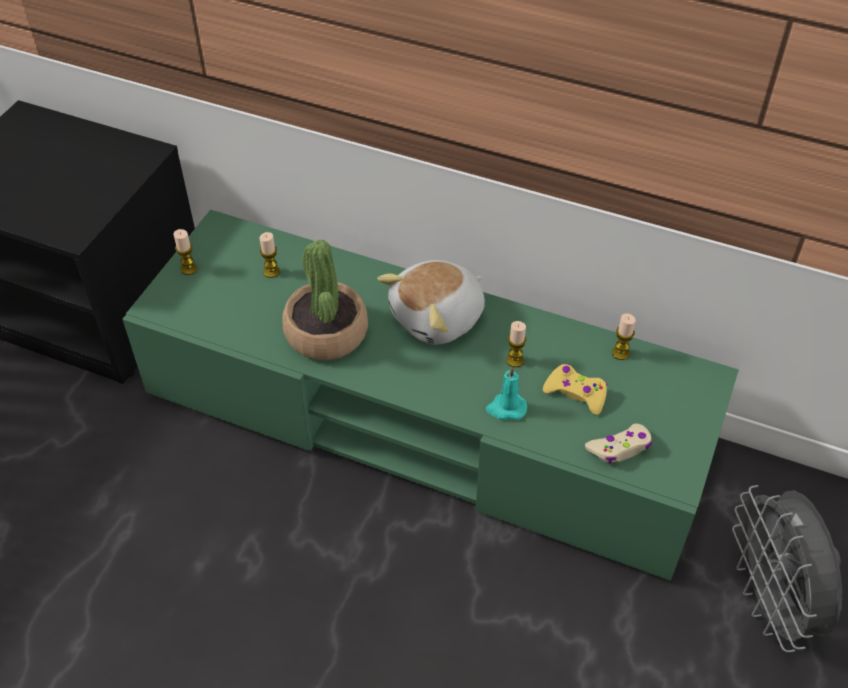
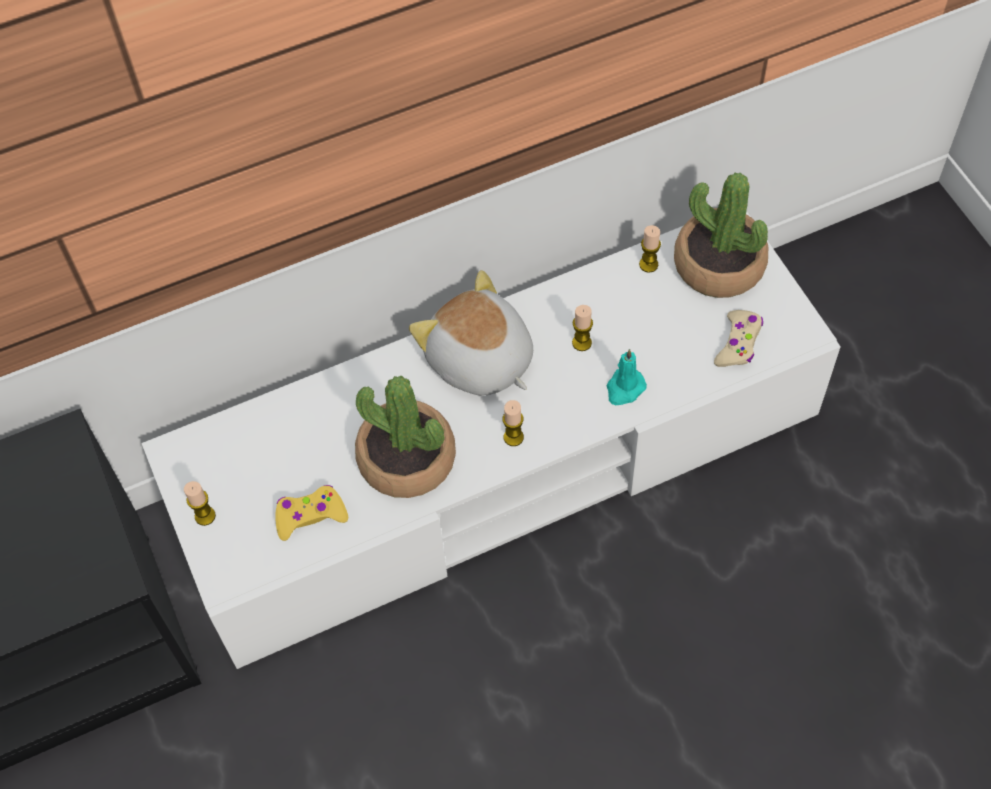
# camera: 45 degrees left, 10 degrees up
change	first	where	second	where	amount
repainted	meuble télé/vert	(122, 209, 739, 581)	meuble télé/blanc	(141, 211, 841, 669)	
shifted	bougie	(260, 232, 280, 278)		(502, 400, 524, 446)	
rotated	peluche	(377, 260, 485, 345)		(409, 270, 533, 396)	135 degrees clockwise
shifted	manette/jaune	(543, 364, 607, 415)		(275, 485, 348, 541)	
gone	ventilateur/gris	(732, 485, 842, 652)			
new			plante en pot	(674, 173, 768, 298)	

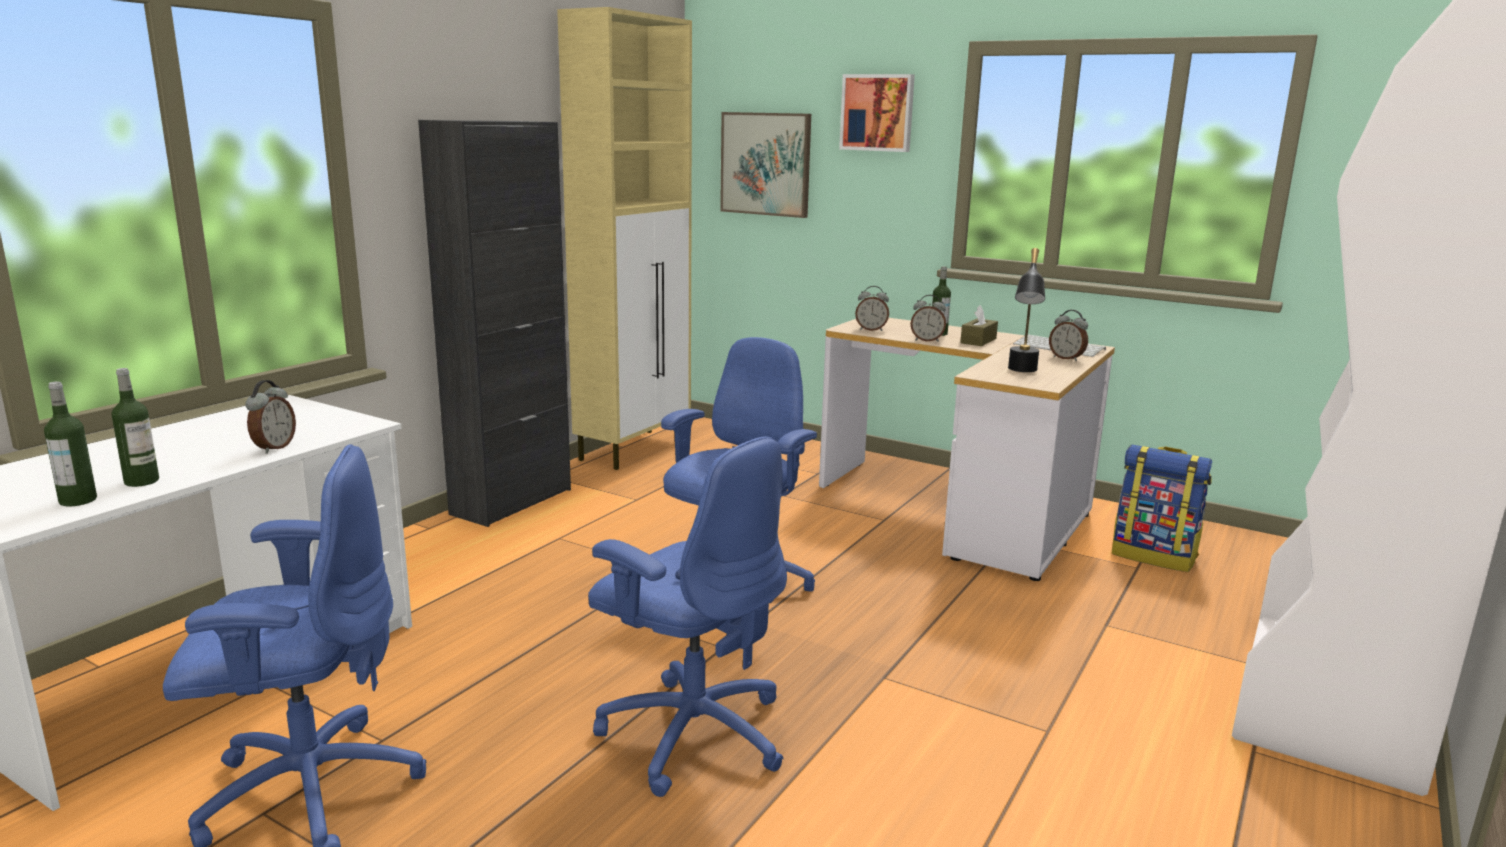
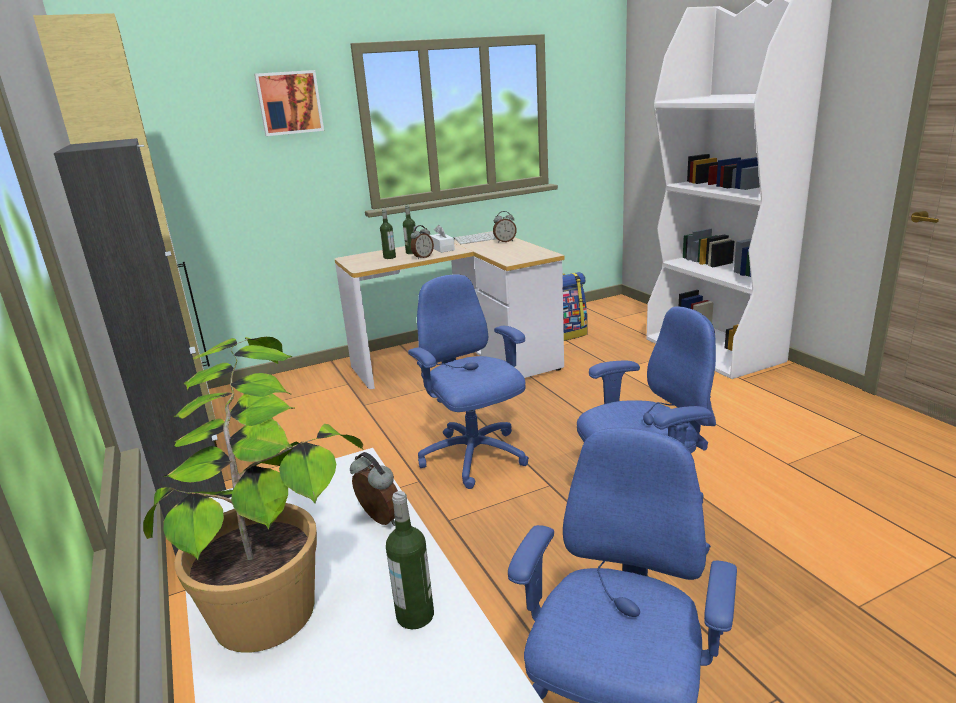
# camera: 55 degrees left, 5 degrees up
change	first	where	second	where	amount
gone	tableau	(720, 112, 811, 218)			
gone	lampe de table/noir	(1008, 248, 1045, 372)			
gone	réveil	(855, 286, 889, 331)			
repainted	boîte à mouchoirs/marron	(960, 305, 998, 346)	boîte à mouchoirs/blanc	(430, 225, 455, 253)	
shifted	bouteille	(44, 381, 97, 506)		(380, 209, 396, 259)	
new			plante en pot	(143, 337, 364, 653)	

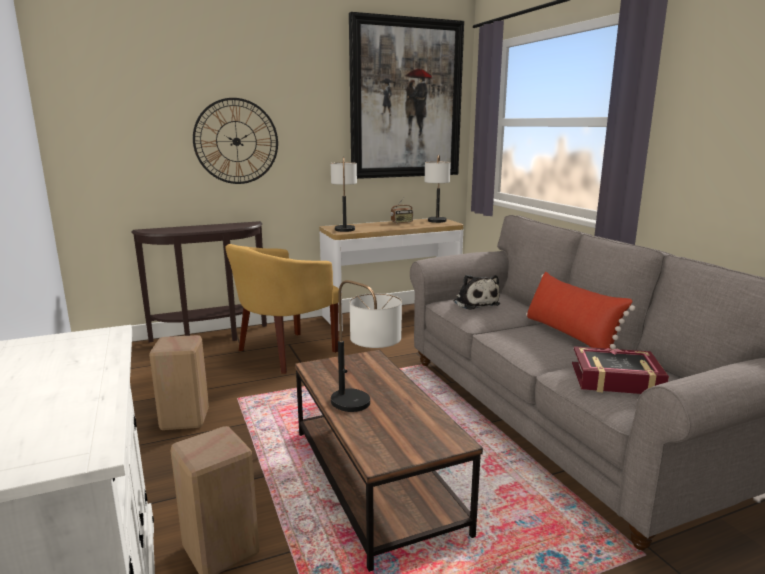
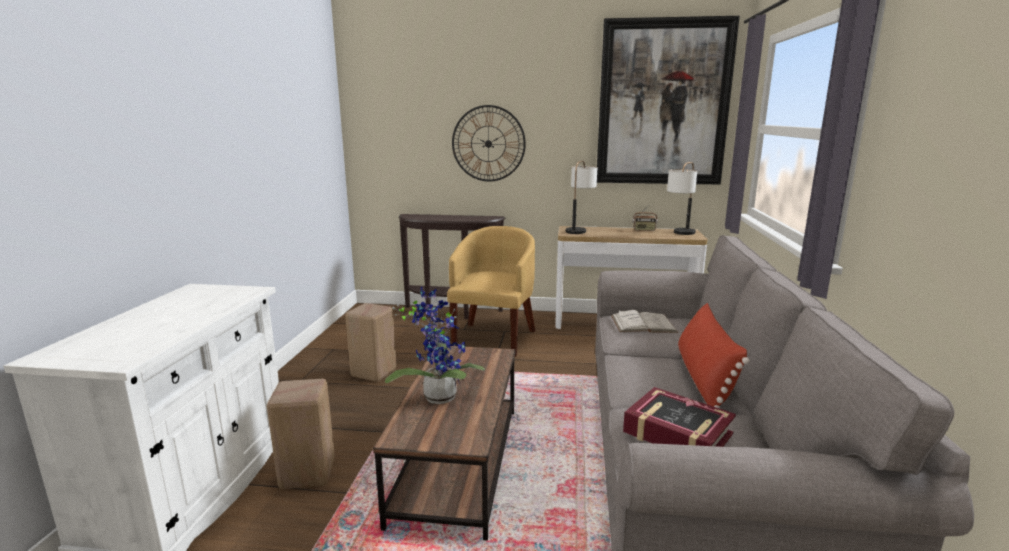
# camera: 30 degrees right, 0 degrees up
change	first	where	second	where	amount
rotated	fauteuil/jaune	(225, 244, 342, 374)		(447, 226, 535, 357)	120 degrees clockwise
swapped	peluche	(454, 275, 500, 310)	livre/blanc	(611, 310, 678, 333)	
swapped	lampe de table	(331, 280, 402, 412)	plante en pot	(385, 287, 485, 404)	

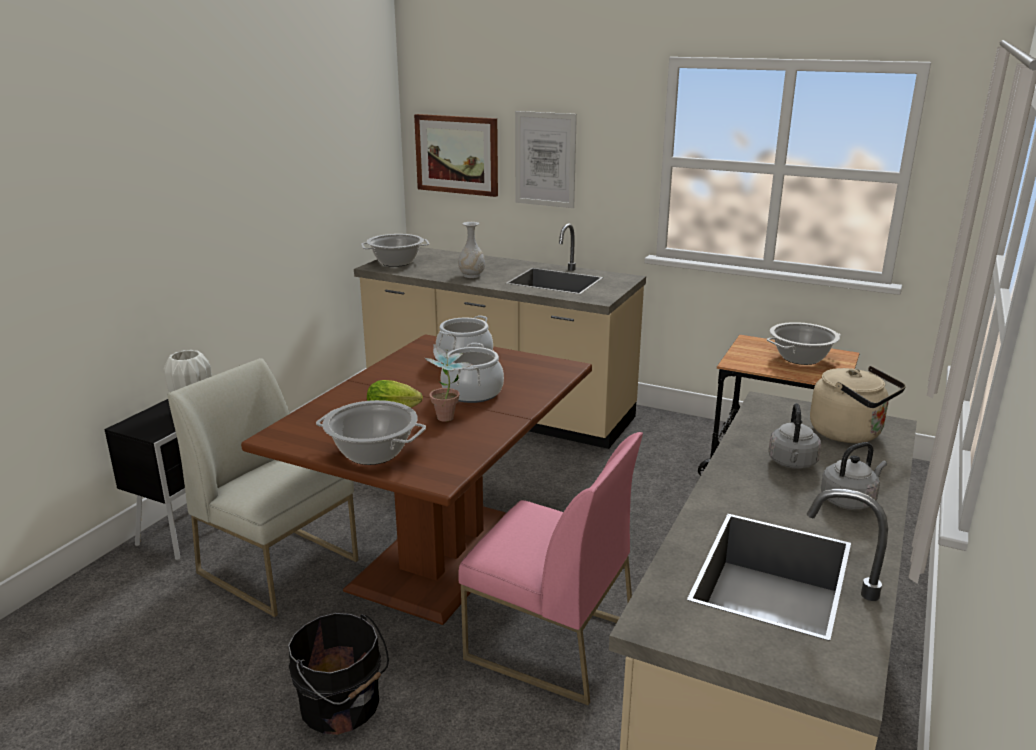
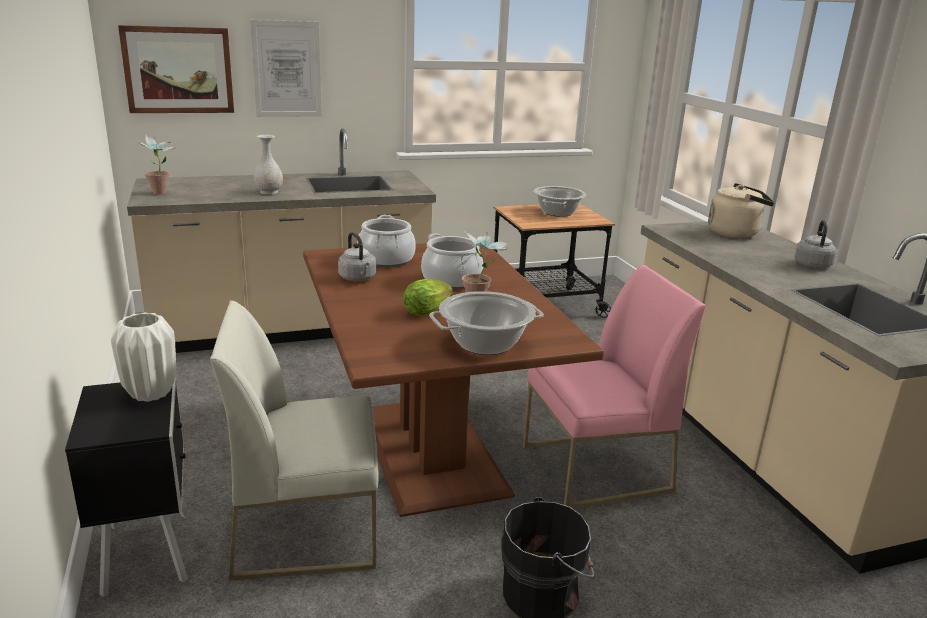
# camera: 45 degrees left, 0 degrees up
change	first	where	second	where	amount
swapped	marmite	(361, 234, 429, 267)	plante en pot	(139, 135, 175, 195)	
shifted	bouilloire/gris	(768, 403, 821, 469)		(338, 232, 376, 281)	

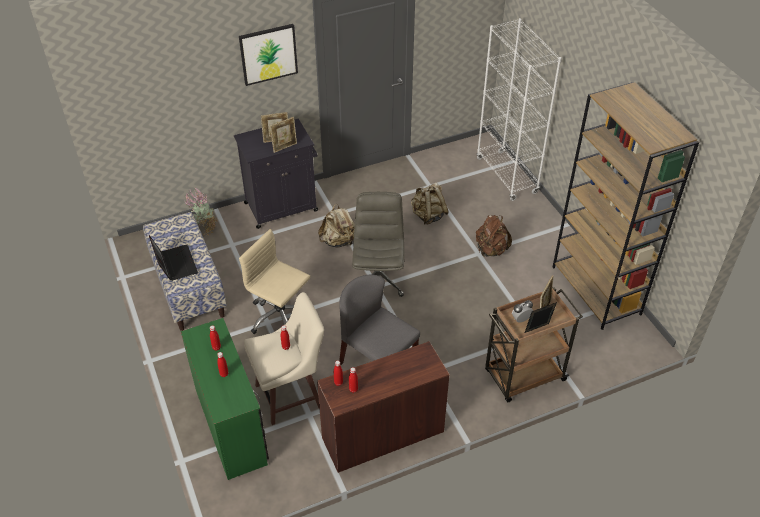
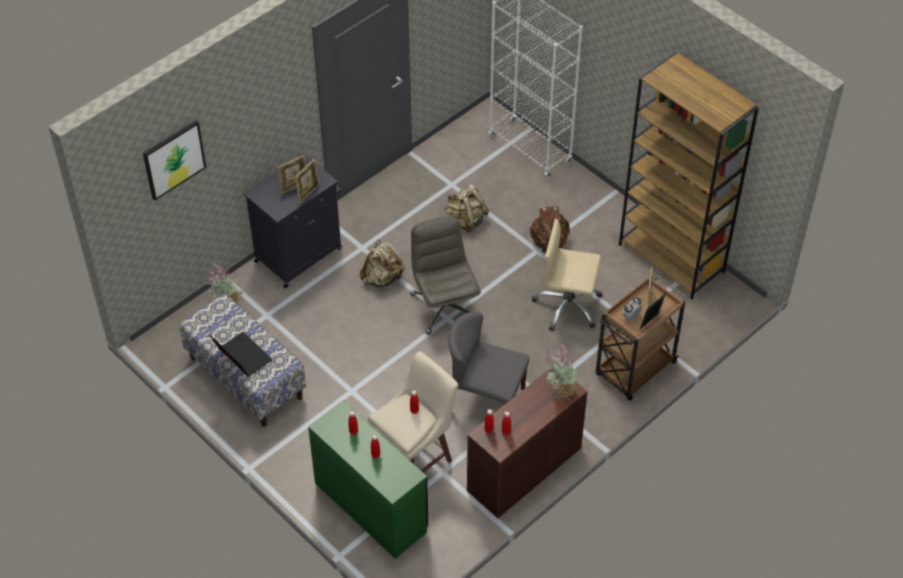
# camera: 20 degrees left, 5 degrees up
change	first	where	second	where	amount
shifted	tableau	(239, 24, 298, 86)		(143, 120, 206, 200)	
shifted	chaise de bureau/beige	(239, 229, 310, 334)		(532, 219, 602, 331)	
new			plante en pot	(544, 342, 579, 402)	

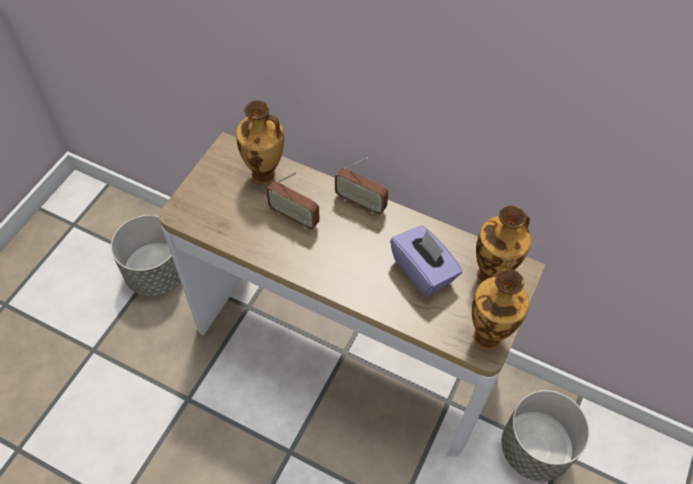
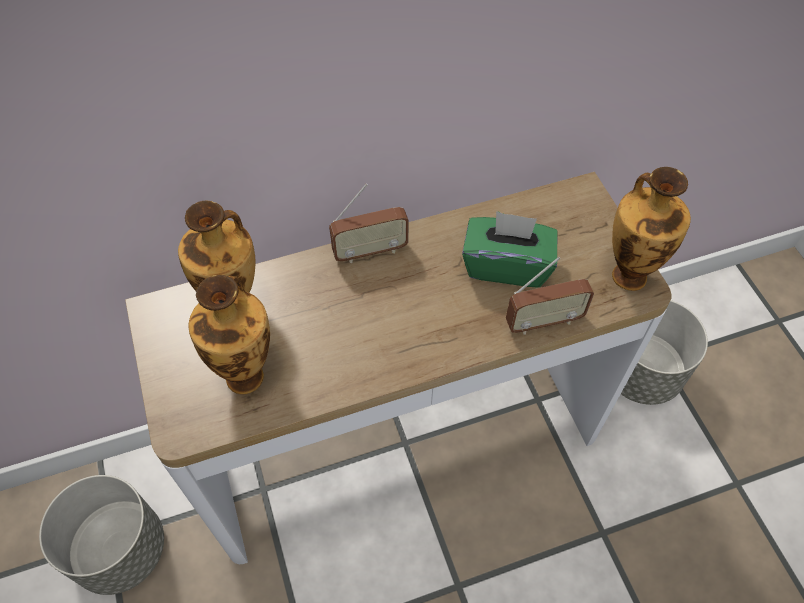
# camera: 45 degrees left, 0 degrees up
change	first	where	second	where	amount
shifted	radio	(266, 172, 320, 229)		(506, 257, 594, 335)	
shifted	vase	(476, 206, 532, 283)		(188, 275, 270, 394)	
repainted	boîte à mouchoirs/violet	(390, 225, 463, 297)	boîte à mouchoirs/vert	(462, 211, 558, 287)	

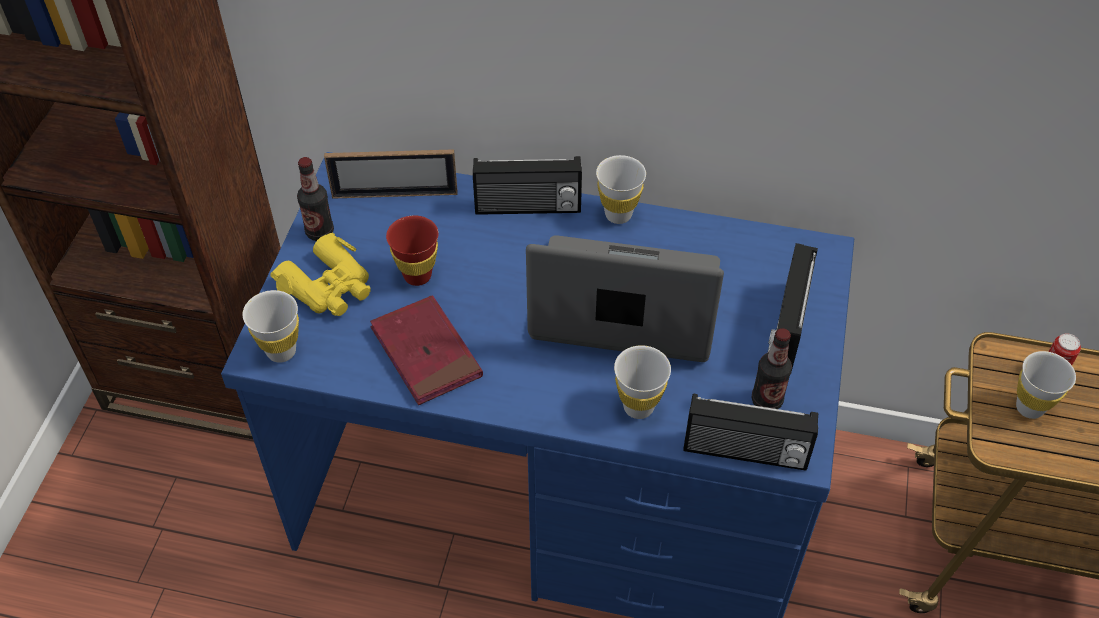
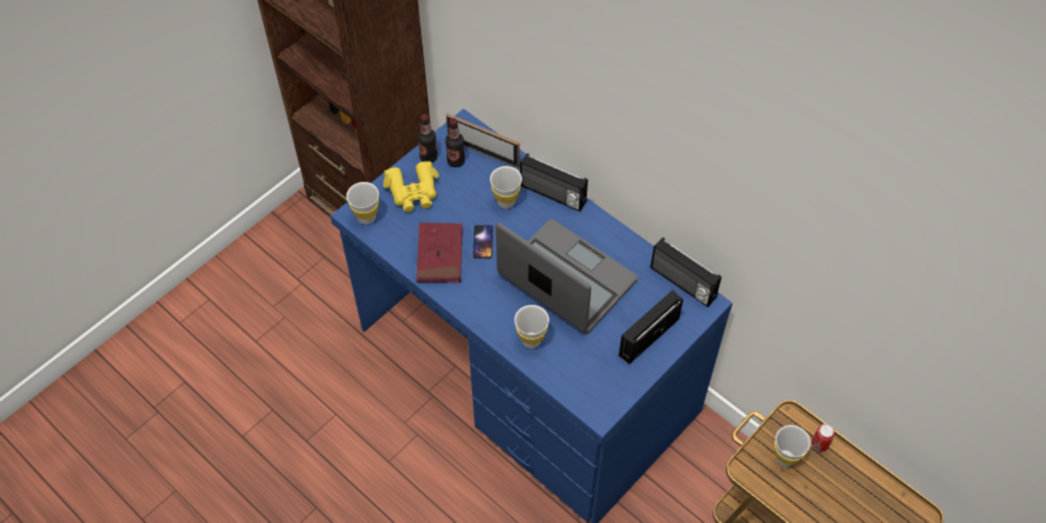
# camera: 30 degrees right, 5 degrees up
change	first	where	second	where	amount
shifted	tasse/blanc	(596, 155, 646, 224)		(490, 166, 522, 209)	
gone	tasse/rouge	(386, 215, 438, 286)			
shifted	bouteille	(752, 328, 792, 409)		(445, 118, 465, 167)	
shifted	radio	(683, 393, 818, 471)		(650, 237, 722, 307)	
new			téléphone	(473, 225, 493, 258)	

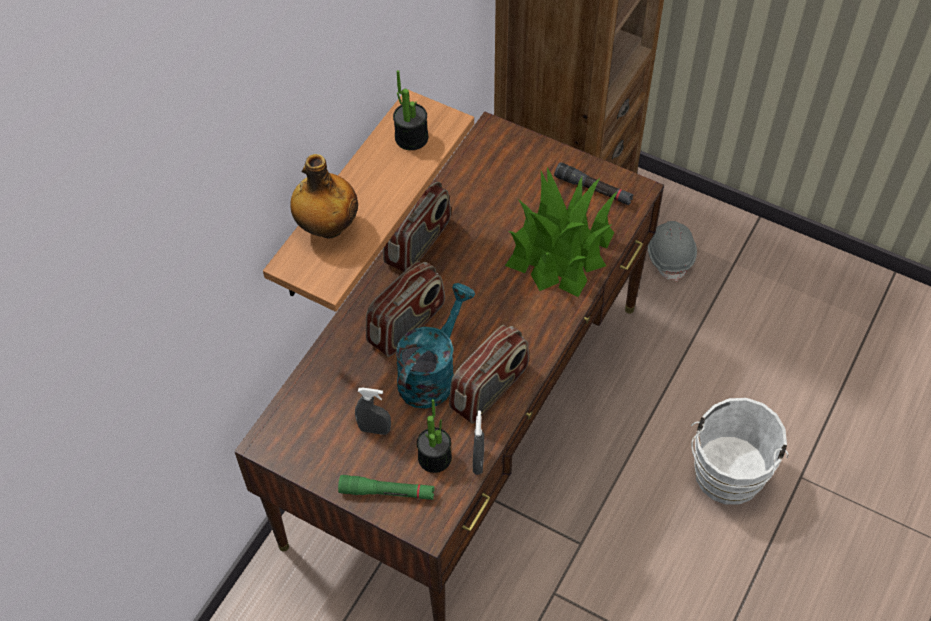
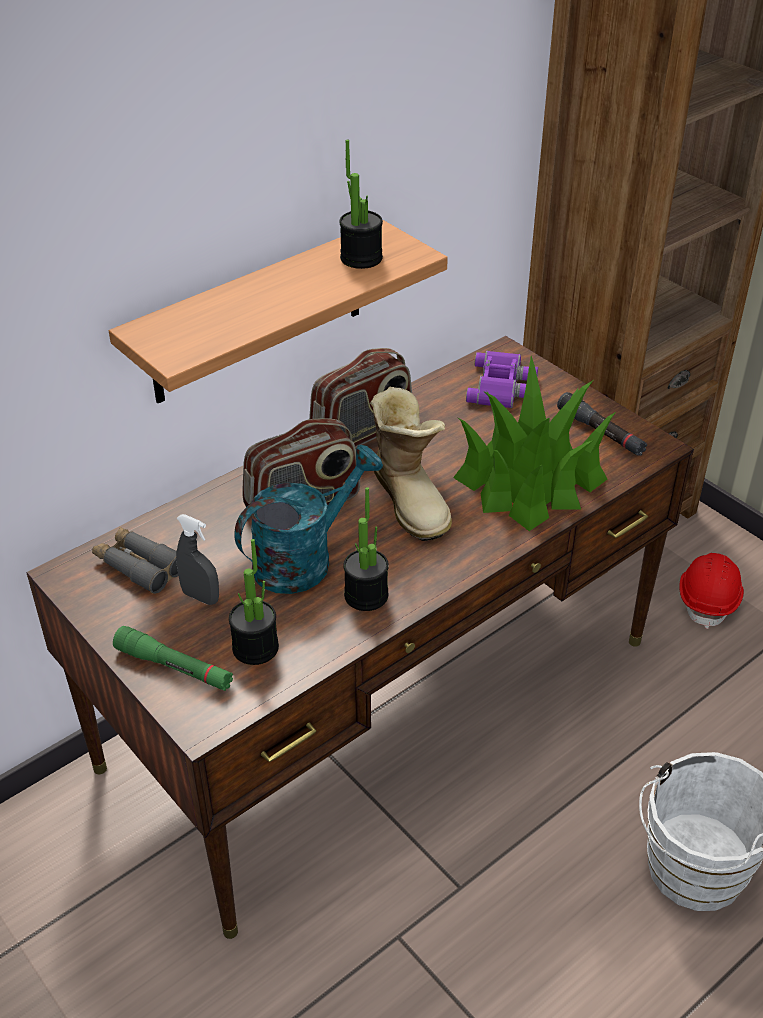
# camera: 20 degrees right, 15 degrees down
change	first	where	second	where	amount
gone	bouteille	(290, 154, 358, 238)			
repainted	casque de chantier/gris	(647, 221, 697, 281)	casque de chantier/rouge	(679, 553, 744, 629)	
swapped	radio	(449, 325, 529, 424)	plante en pot	(343, 487, 389, 611)	
gone	vaporisateur/gris	(473, 410, 484, 475)			
new			jumelles/violet	(466, 351, 538, 408)	
new			botte	(370, 387, 452, 541)	
new			jumelles/gris	(92, 527, 178, 594)	

